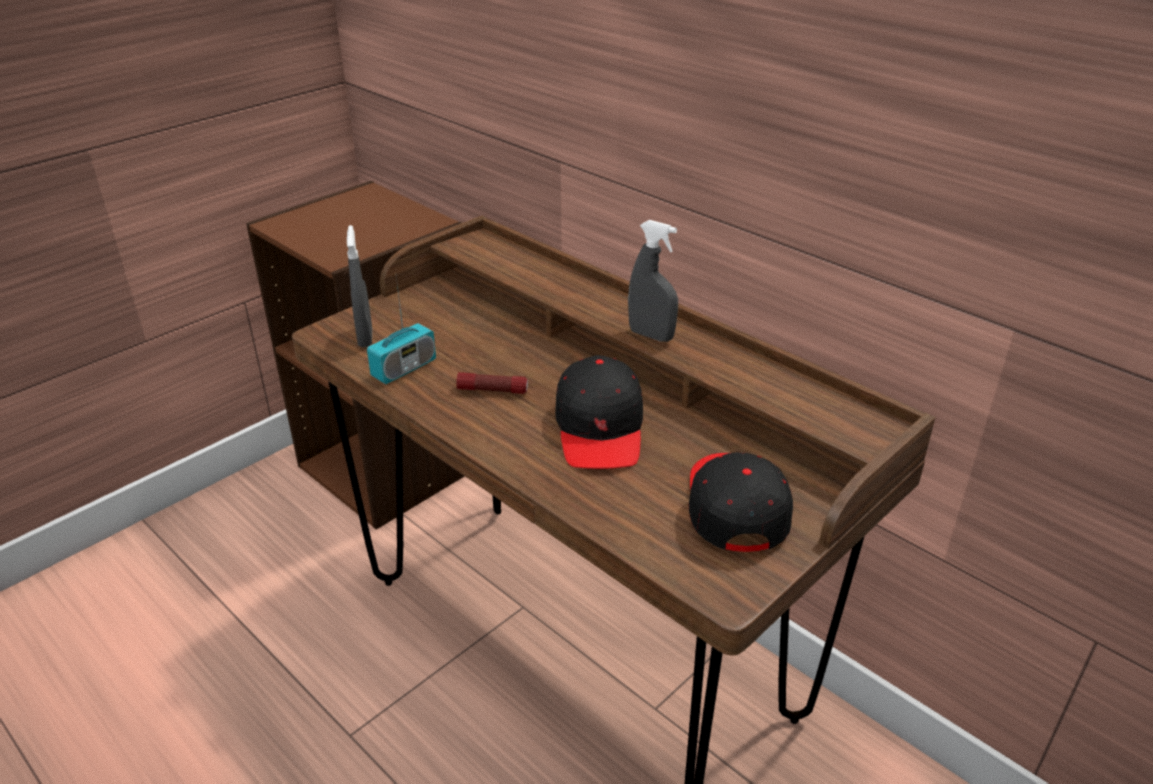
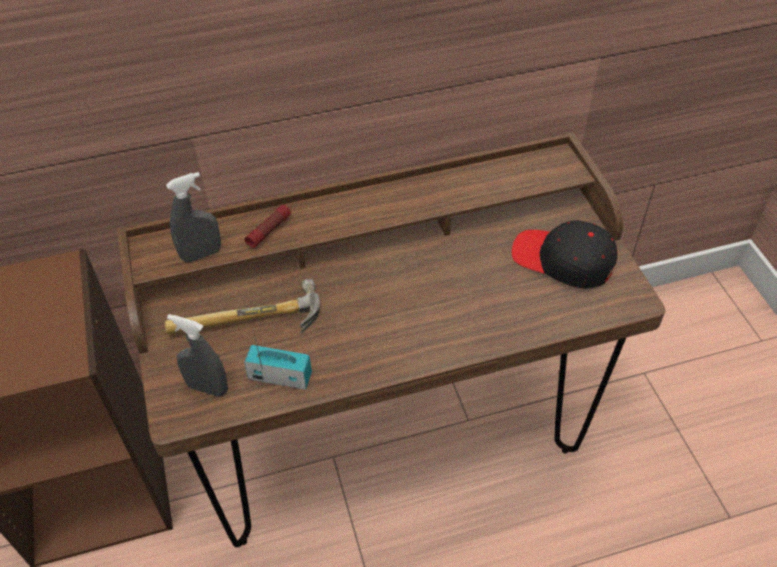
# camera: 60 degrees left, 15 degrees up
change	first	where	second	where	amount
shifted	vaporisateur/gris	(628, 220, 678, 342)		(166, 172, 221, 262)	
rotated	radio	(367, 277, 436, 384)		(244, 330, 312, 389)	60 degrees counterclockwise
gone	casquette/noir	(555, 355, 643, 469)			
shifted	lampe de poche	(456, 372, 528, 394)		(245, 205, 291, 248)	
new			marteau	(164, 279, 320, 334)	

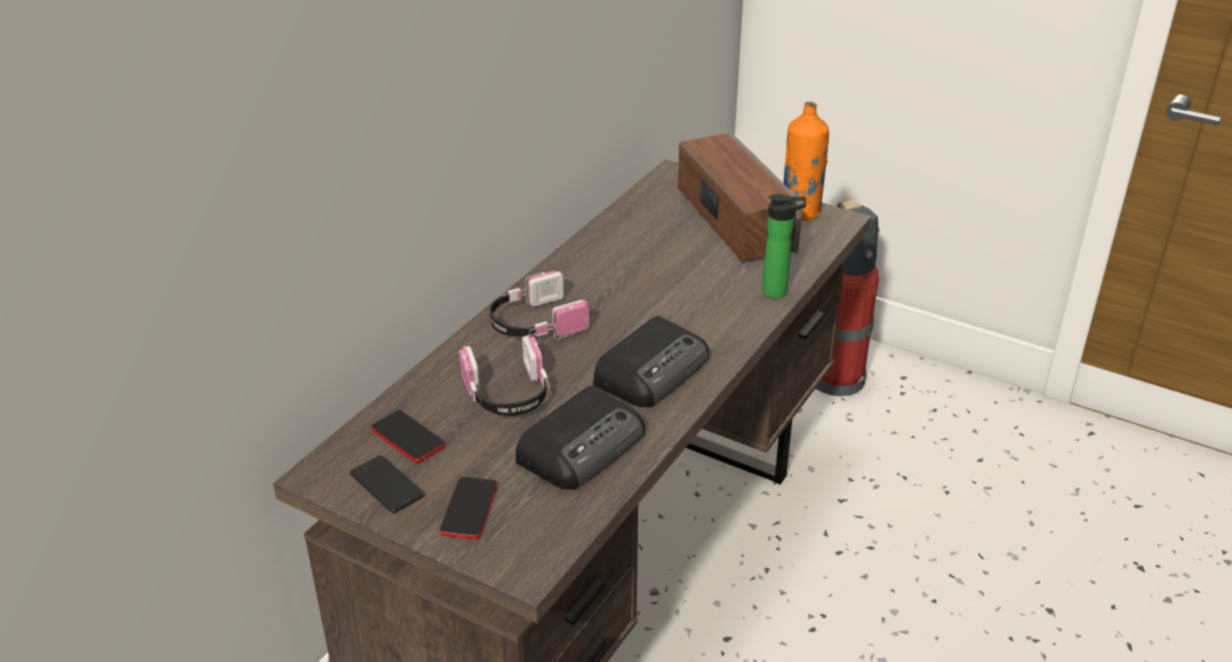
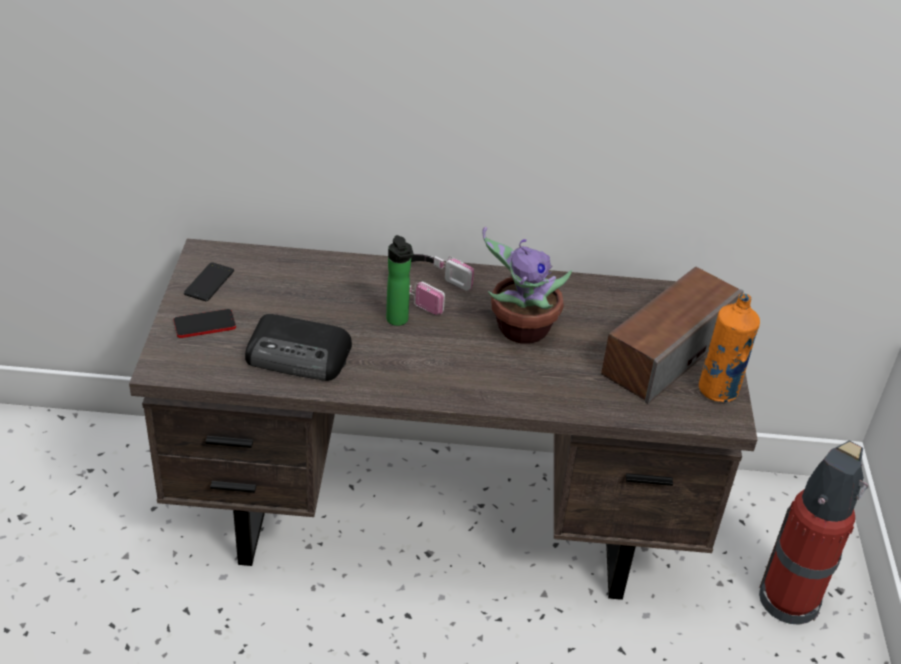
# camera: 60 degrees right, 5 degrees up
change	first	where	second	where	amount
shifted	bouteille	(762, 194, 806, 299)		(386, 235, 414, 326)	
gone	radio	(593, 316, 709, 407)			
gone	casque audio	(459, 335, 550, 416)			
gone	téléphone	(371, 410, 445, 463)			
new			plante en pot	(482, 227, 572, 344)	

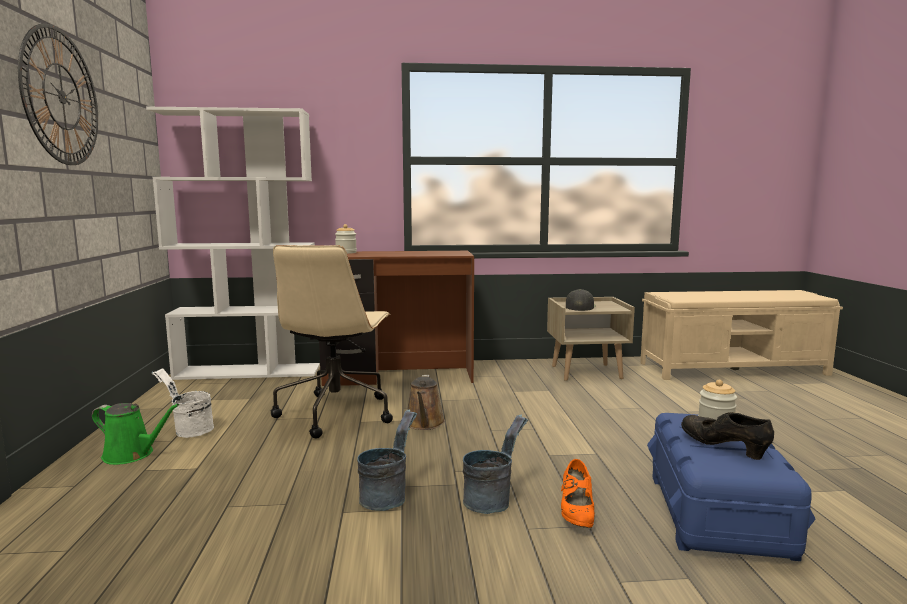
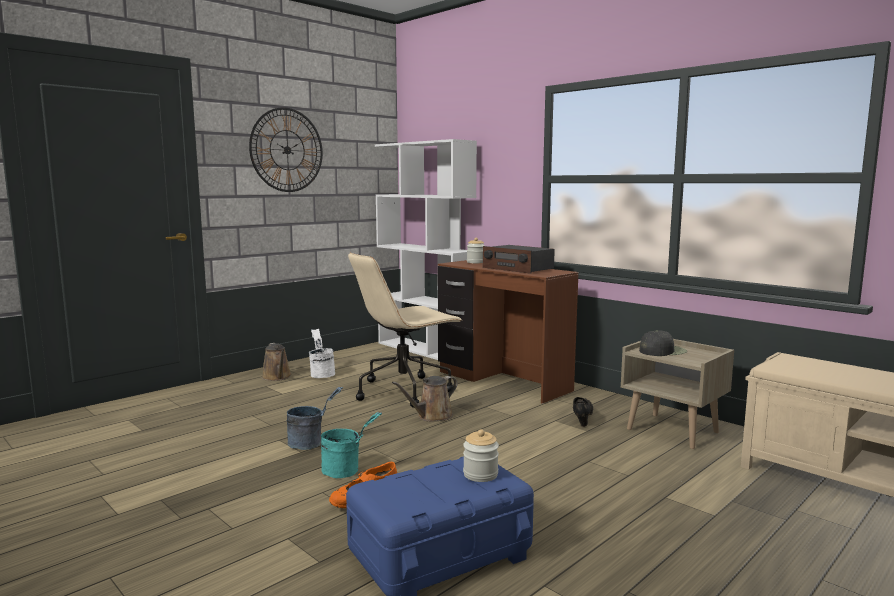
# camera: 50 degrees right, 0 degrees up
change	first	where	second	where	amount
repainted	arrosoir/vert	(92, 403, 179, 465)	arrosoir/marron	(262, 343, 292, 381)	
shifted	chaussure/noir	(681, 412, 774, 460)		(573, 397, 593, 427)	
repainted	seau/gris	(463, 415, 528, 514)	seau/turquoise	(321, 412, 382, 478)	
new			radio	(483, 245, 555, 274)	

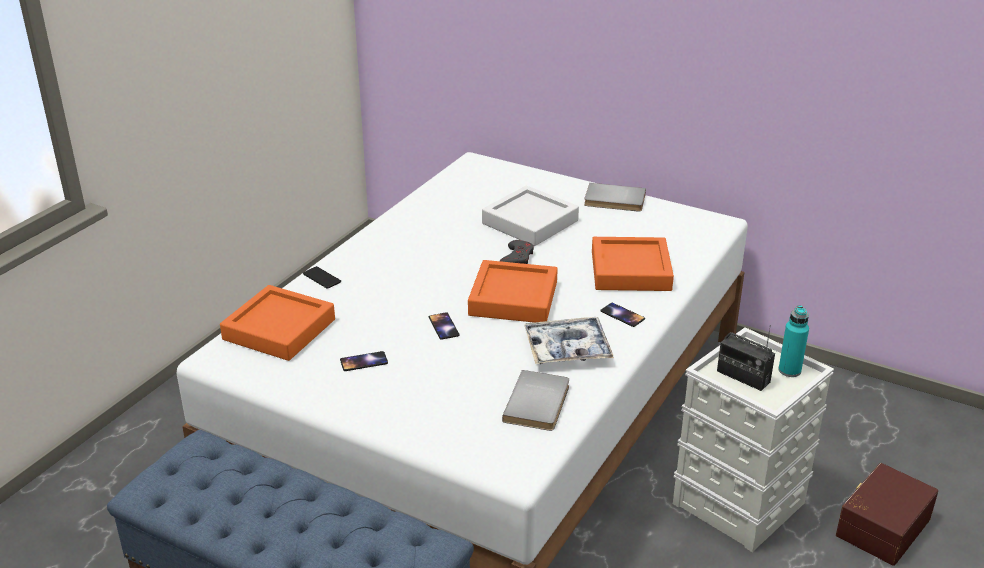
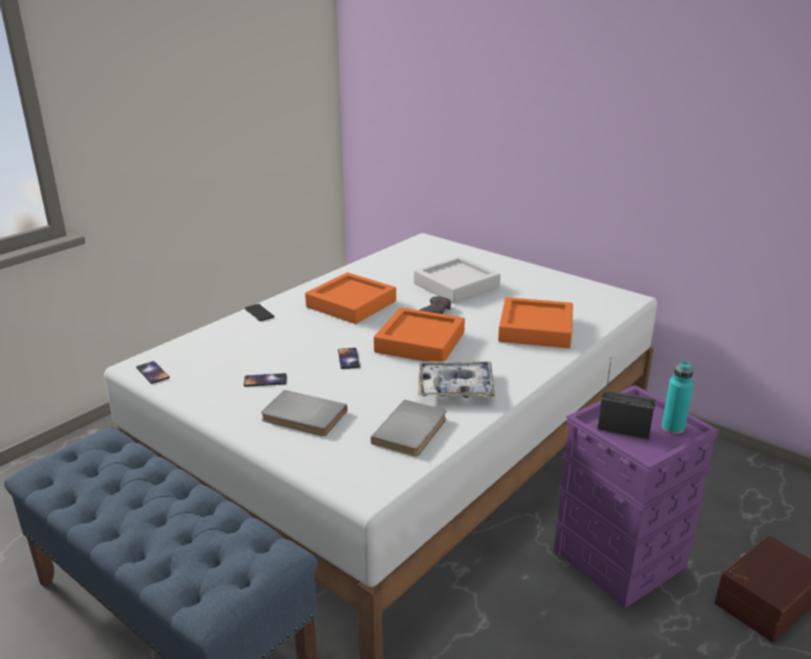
# camera: 10 degrees right, 5 degrees down
change	first	where	second	where	amount
shifted	livre/gris	(584, 183, 646, 212)		(261, 390, 347, 436)	
shifted	plateau/orange	(220, 285, 335, 361)		(305, 272, 396, 324)	
shifted	téléphone	(600, 303, 645, 327)		(136, 361, 170, 384)	
rotated	radio	(717, 325, 775, 391)		(597, 357, 656, 439)	150 degrees clockwise
repainted	boîte de rangement/gris	(673, 327, 834, 552)	boîte de rangement/violet	(554, 385, 719, 609)	

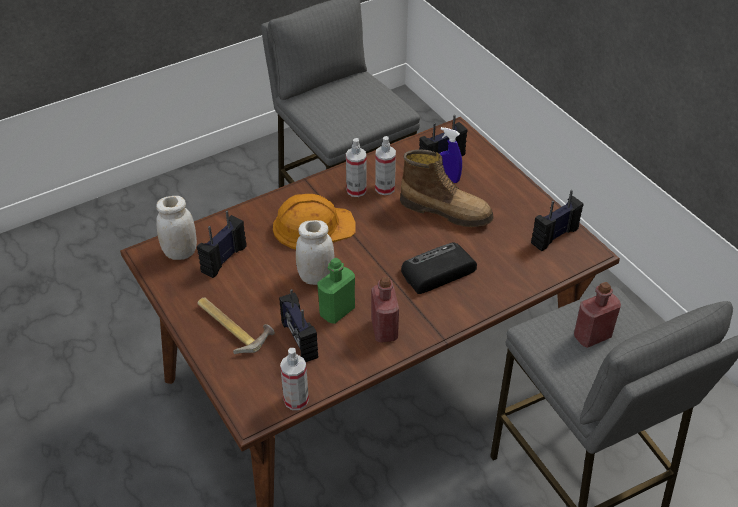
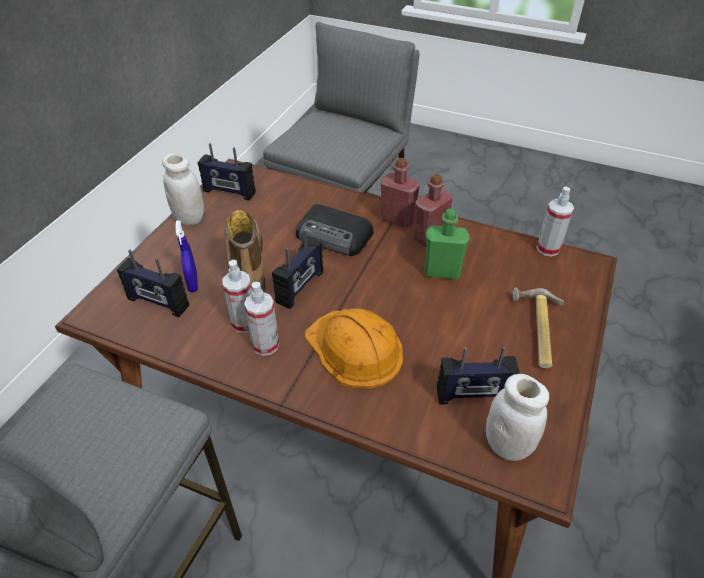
# camera: 125 degrees left, 0 degrees up
change	first	where	second	where	amount
shifted	bocal/blanc	(296, 220, 334, 285)		(162, 153, 204, 226)	
shifted	bouteille/rouge	(574, 282, 621, 348)		(381, 158, 420, 228)	
shifted	radio	(279, 289, 318, 362)		(272, 229, 323, 309)	

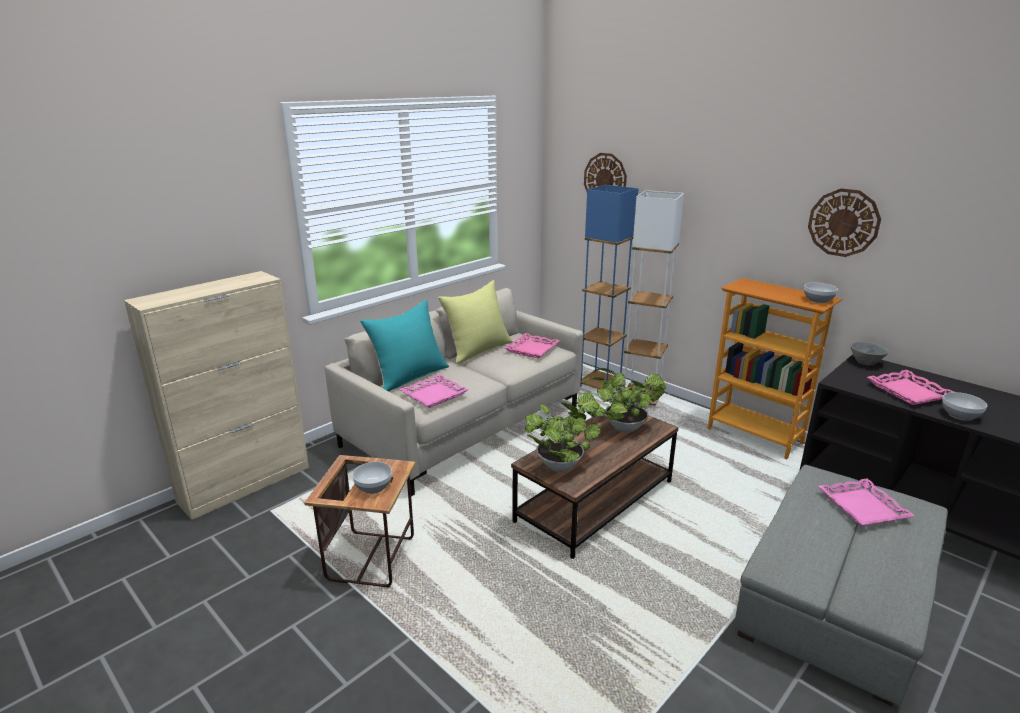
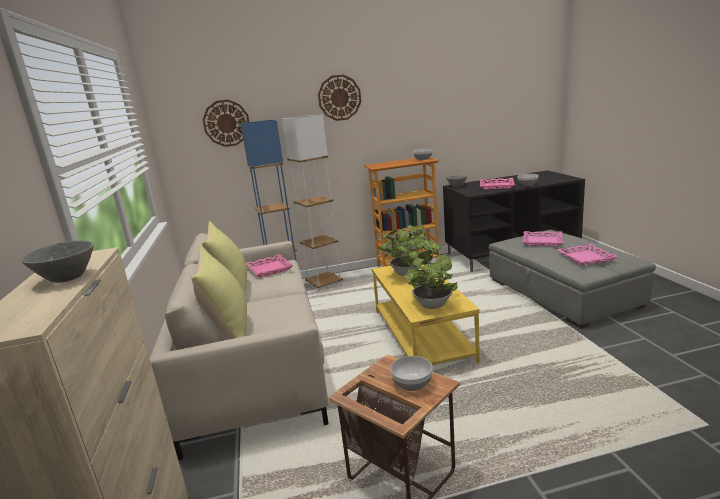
# camera: 55 degrees left, 5 degrees down
change	first	where	second	where	amount
shifted	horloge murale	(808, 188, 881, 257)		(318, 75, 361, 121)	
repainted	coussin/turquoise	(360, 299, 449, 391)	coussin/jaune	(191, 246, 247, 339)	
shifted	plateau/rose	(399, 374, 469, 408)		(557, 244, 618, 266)	
repainted	table basse/marron	(511, 415, 679, 559)	table basse/jaune	(372, 264, 480, 365)	
new			bol/gris	(21, 240, 94, 283)	

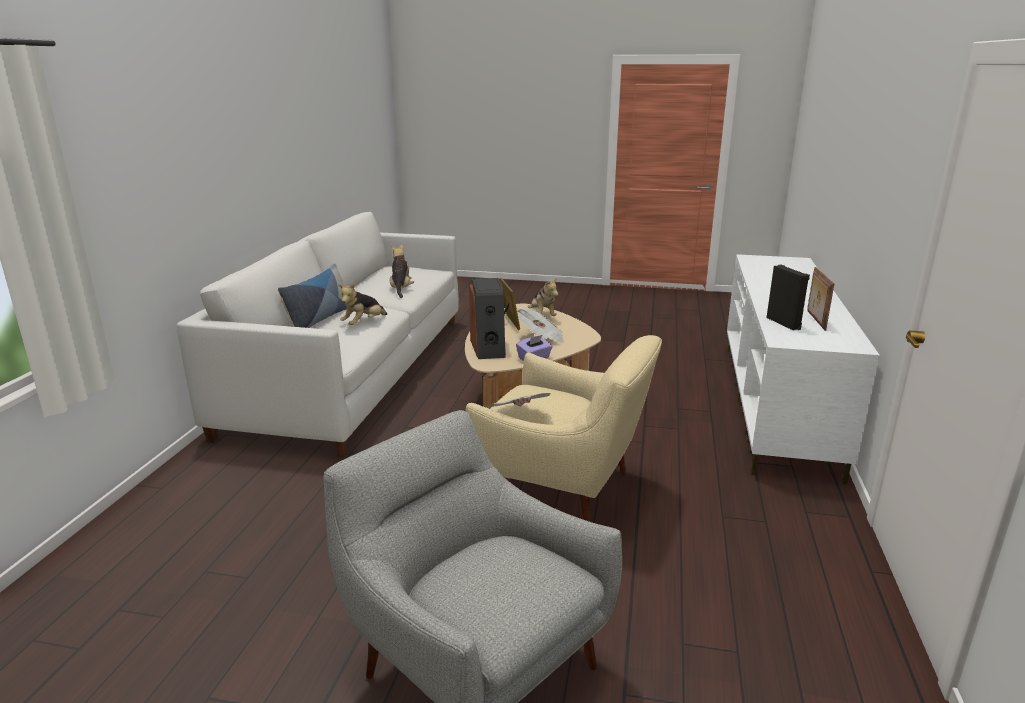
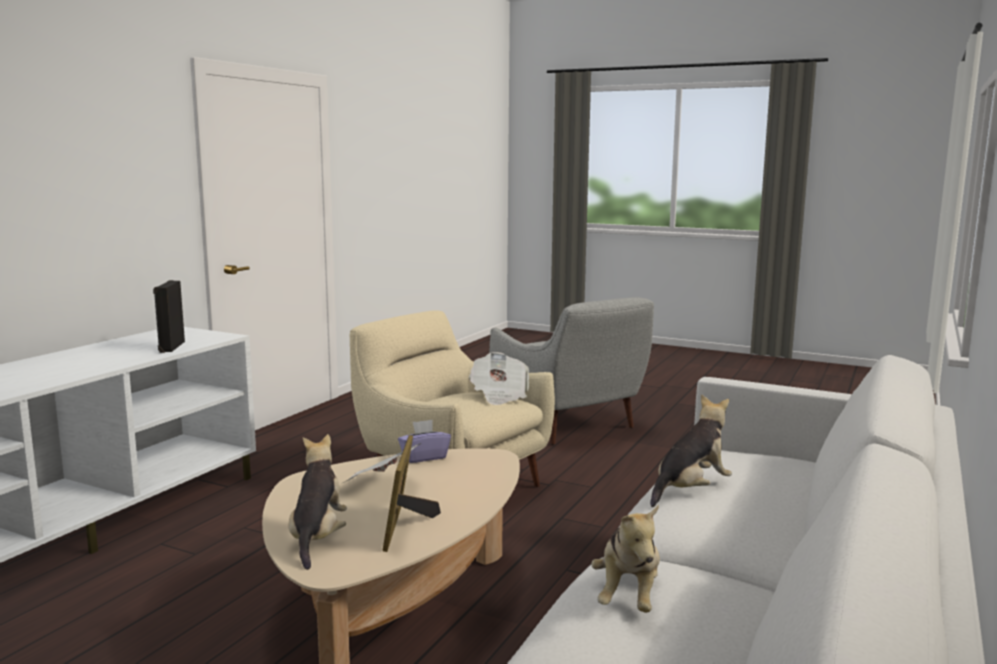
# camera: 165 degrees left, 10 degrees down
change	first	where	second	where	amount
gone	coussin	(278, 263, 347, 328)			
gone	cadre photo	(807, 267, 834, 331)			
gone	enceinte	(469, 278, 506, 359)			

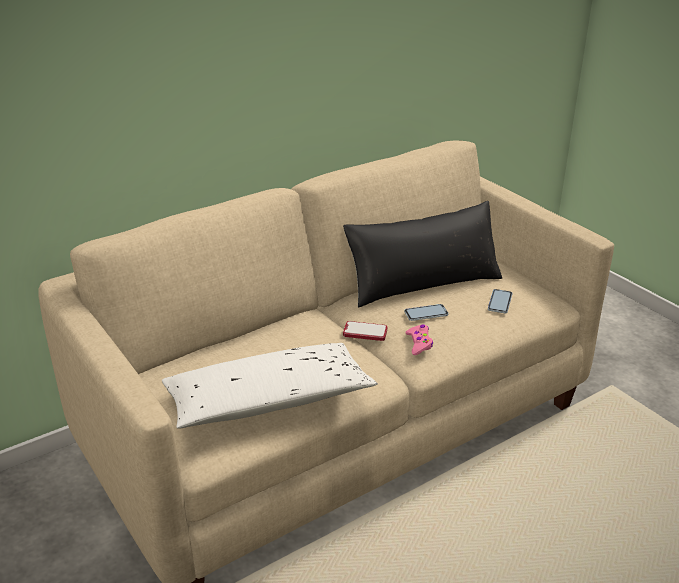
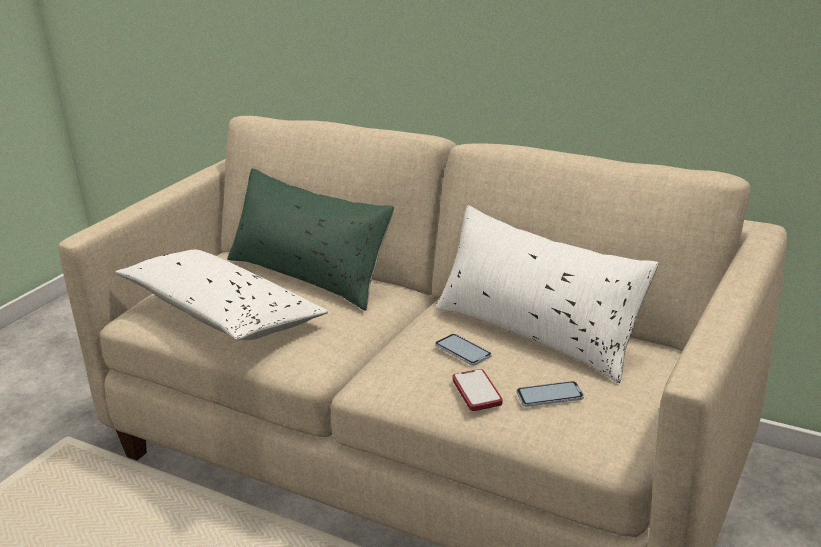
# camera: 65 degrees right, 5 degrees down
change	first	where	second	where	amount
repainted	coussin/noir	(343, 201, 502, 307)	coussin/blanc	(435, 205, 659, 383)	
shifted	téléphone	(343, 321, 387, 341)		(453, 369, 502, 411)	
gone	manette/rose	(405, 325, 433, 355)			
new			coussin/vert	(227, 168, 395, 311)	

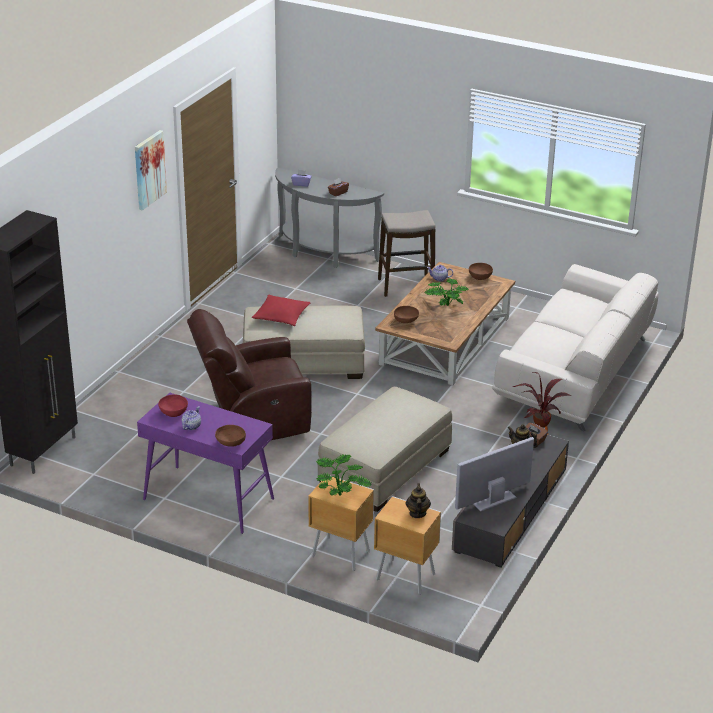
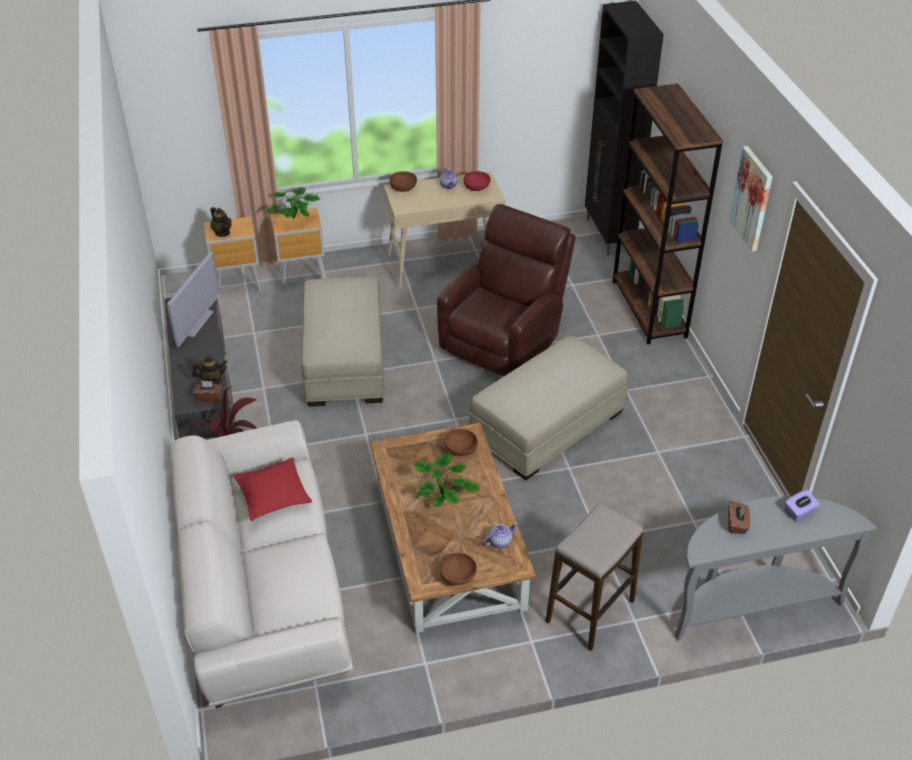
# camera: 140 degrees right, 10 degrees up
change	first	where	second	where	amount
shifted	coussin/rouge	(252, 295, 310, 326)		(234, 457, 312, 521)	
repainted	table console/violet	(137, 393, 274, 534)	table console/beige	(384, 171, 505, 289)	
new			bibliothèque/marron	(612, 84, 723, 345)	

